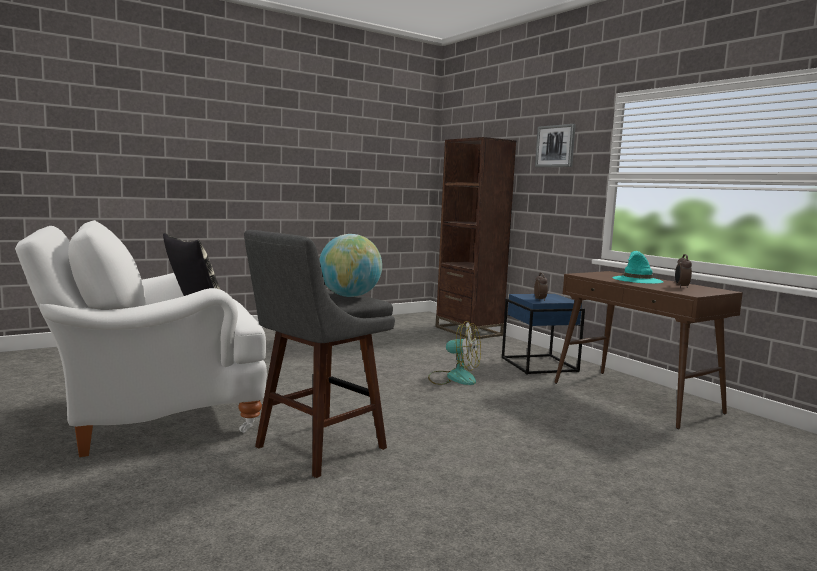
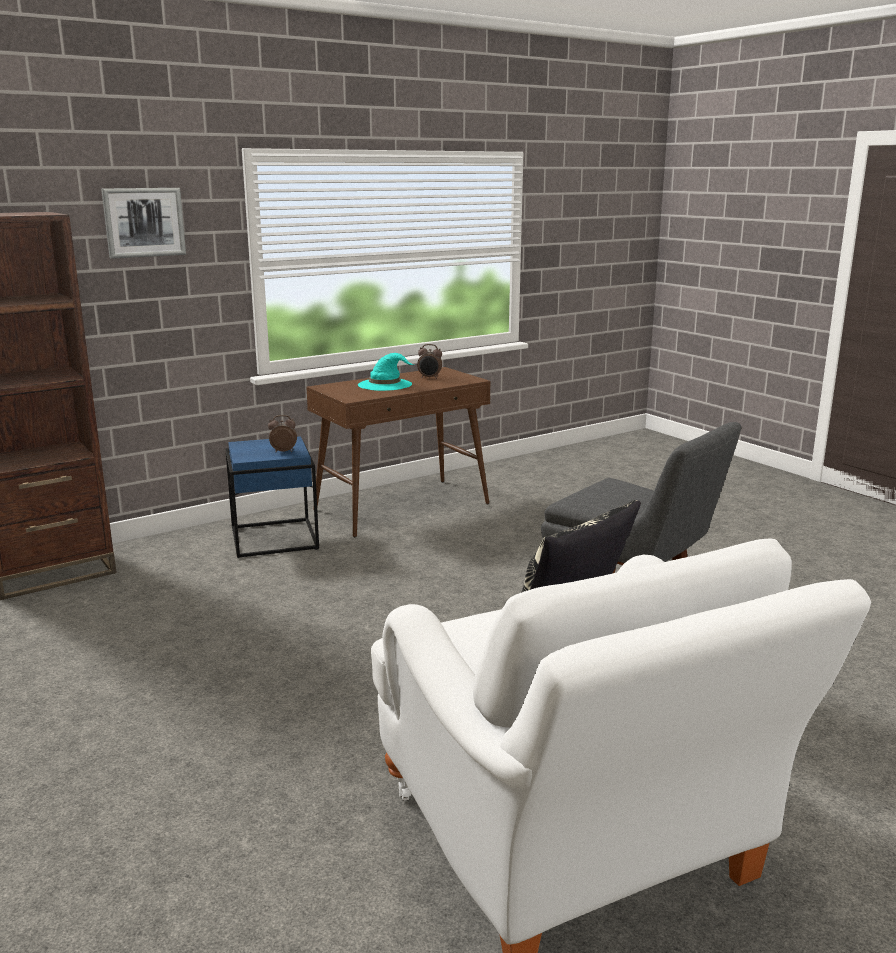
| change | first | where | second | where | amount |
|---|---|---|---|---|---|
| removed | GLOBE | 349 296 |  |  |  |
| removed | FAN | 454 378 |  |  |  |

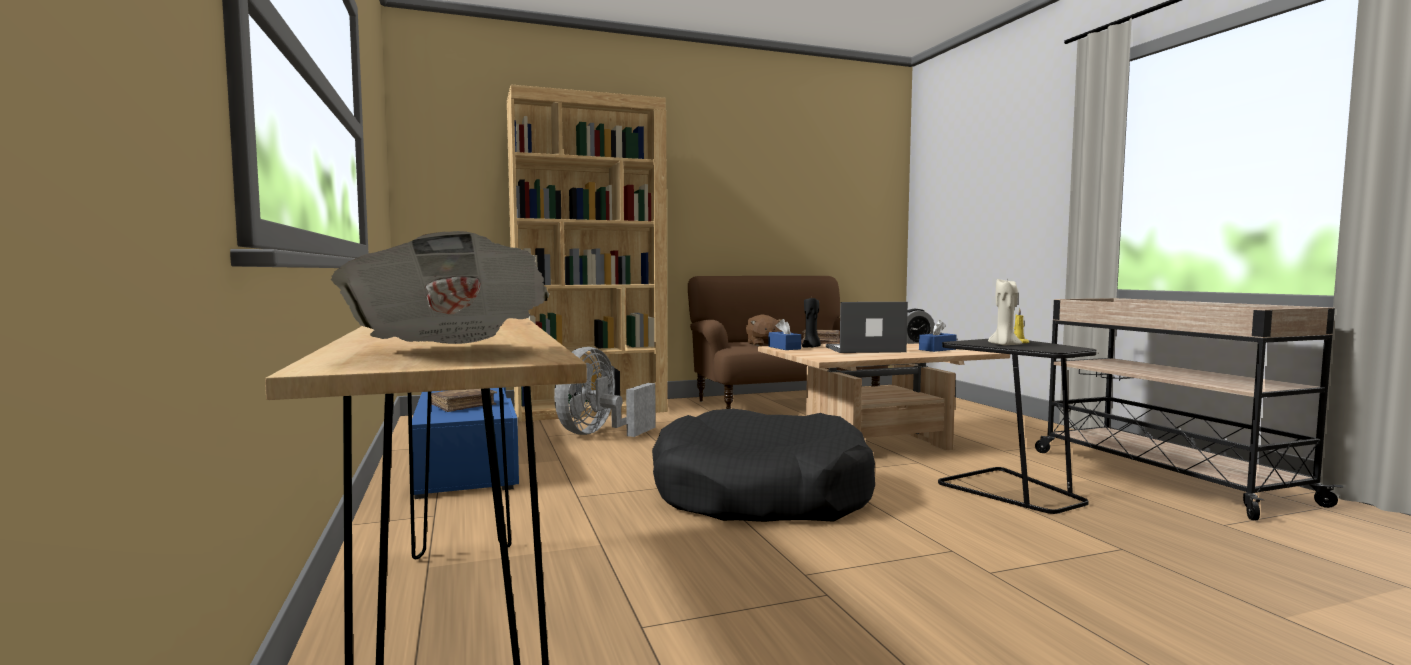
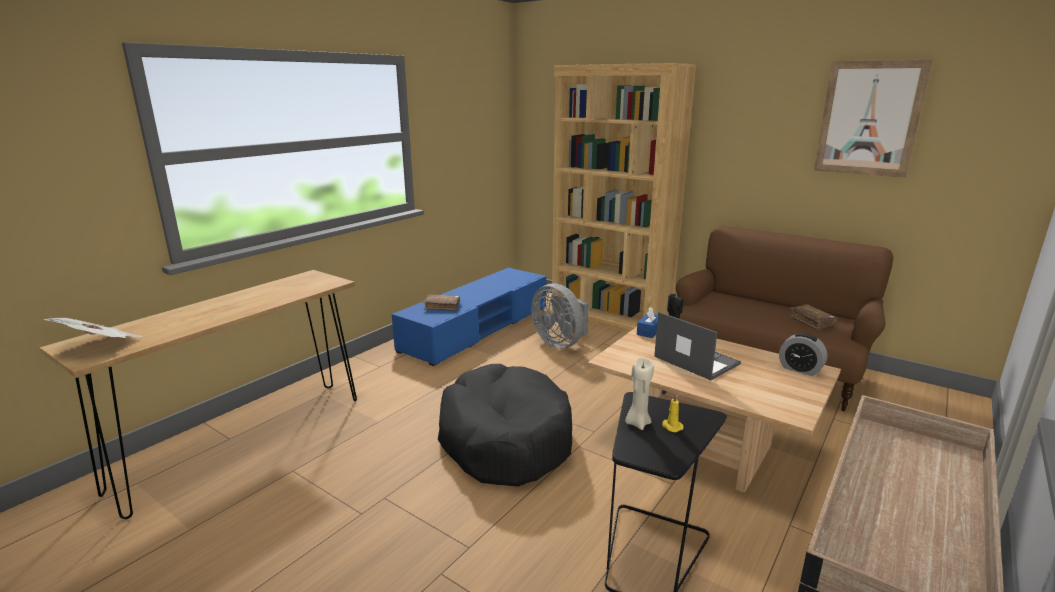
| change | first | where | second | where | amount |
|---|---|---|---|---|---|
| removed | BROWN PLUSH TOY | 763 344 |  |  |  |
| removed | BLUE TISSUE BOX | 937 349 |  |  |  |
| turned | GREY FAN | 598 434 |  | 560 343 | 120 degrees counterclockwise |
| added |  |  | PICTURE | 869 119 |  |

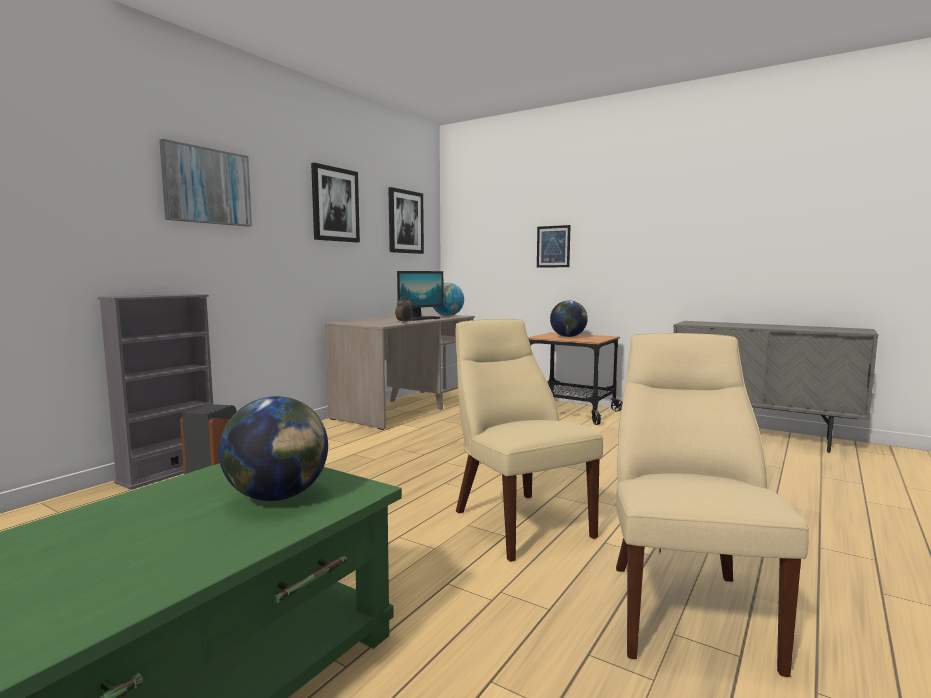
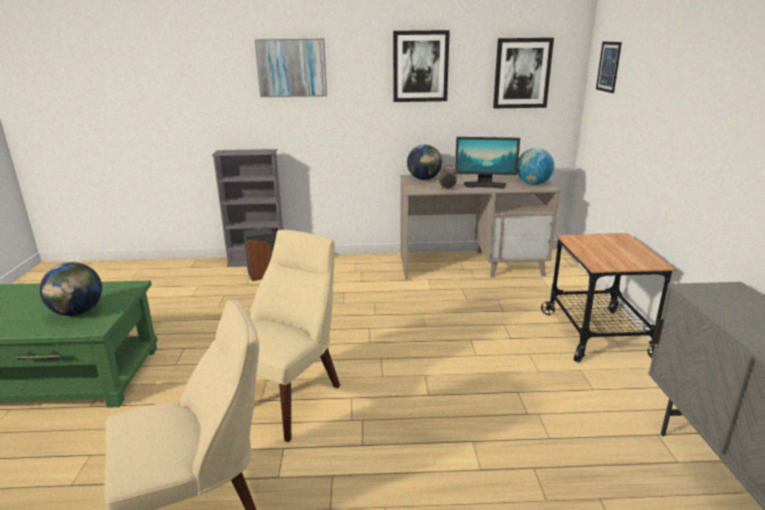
| change | first | where | second | where | amount |
|---|---|---|---|---|---|
| moved | PICTURE | 553 246 |  | 608 66 |  |
| moved | GLOBE | 568 337 |  | 424 179 |  |

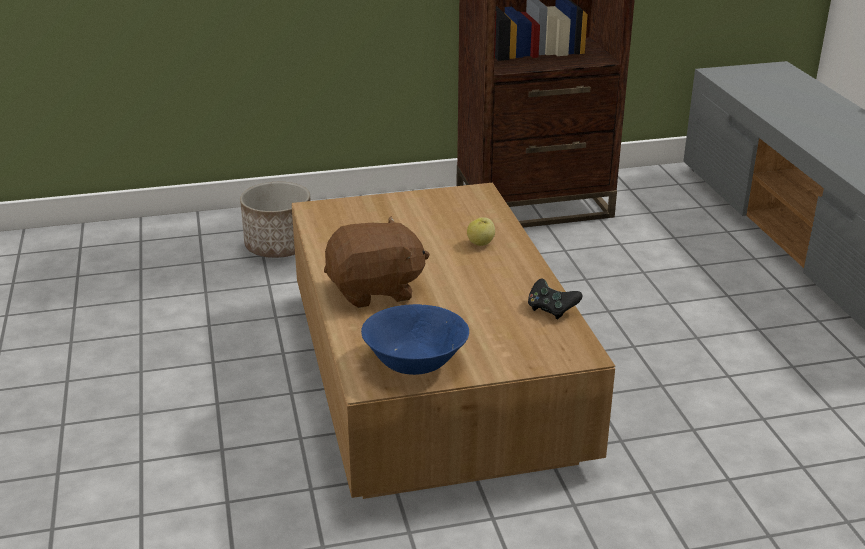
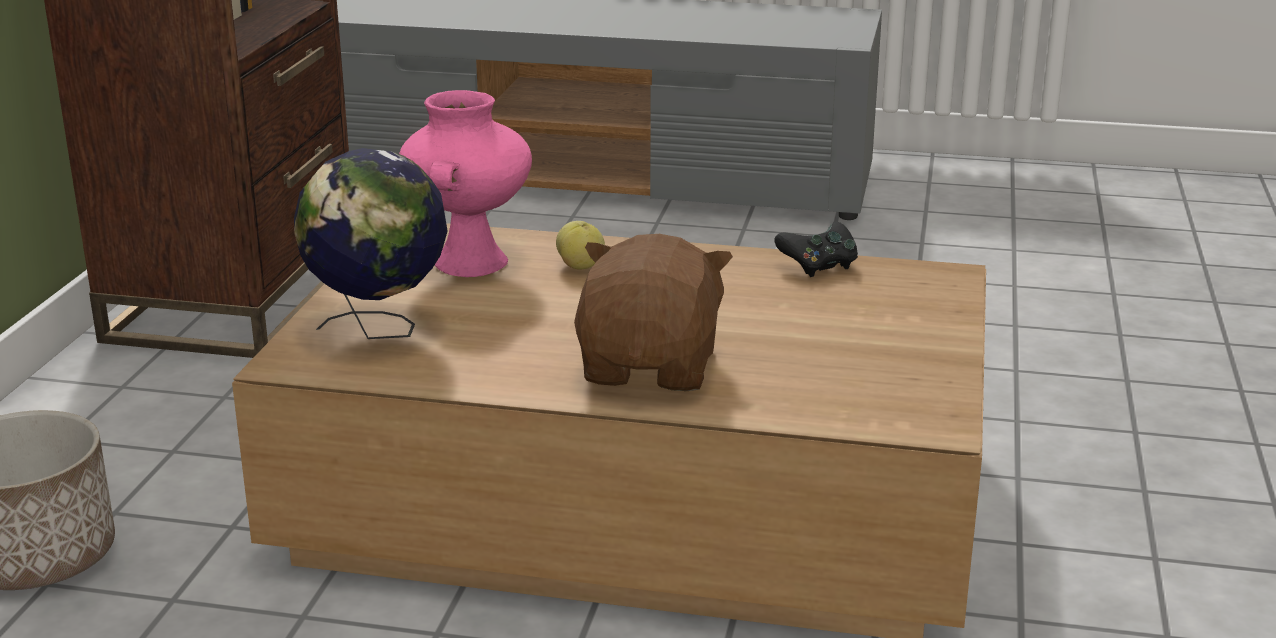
| change | first | where | second | where | amount |
|---|---|---|---|---|---|
| removed | BLUE BOWL | 415 362 |  |  |  |
| added |  |  | PINK VASE | 469 261 |  |
| added |  |  | GLOBE | 379 330 |  |

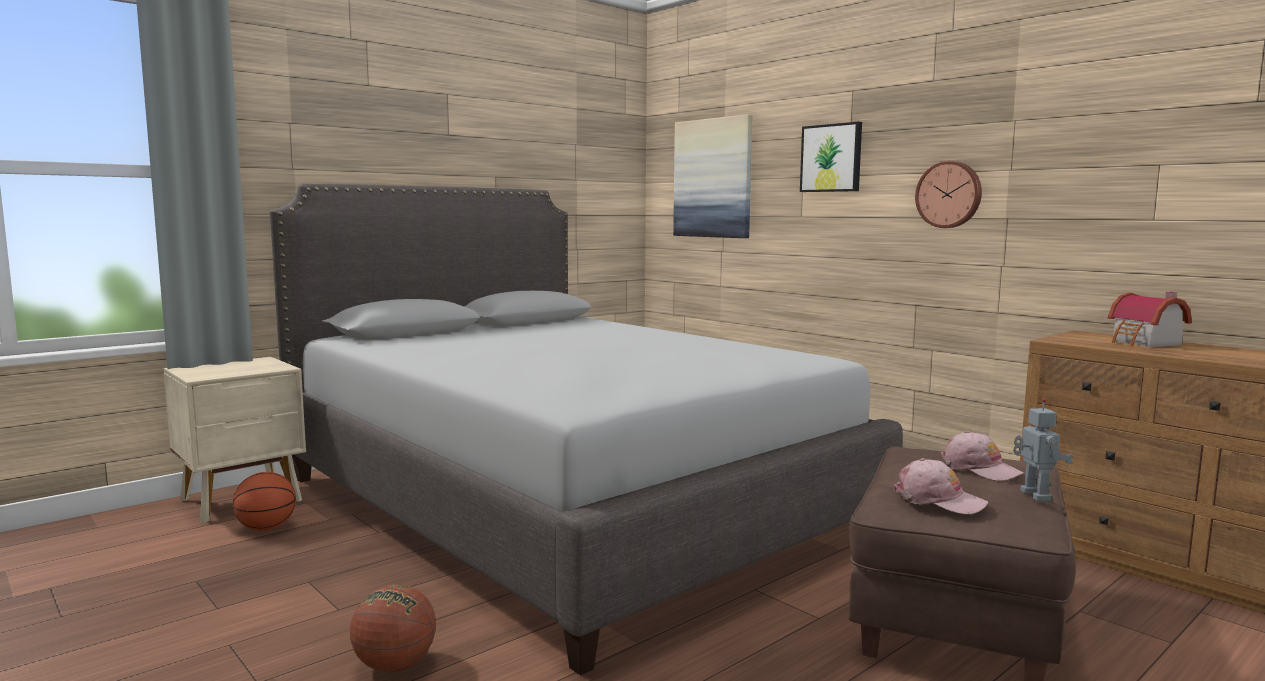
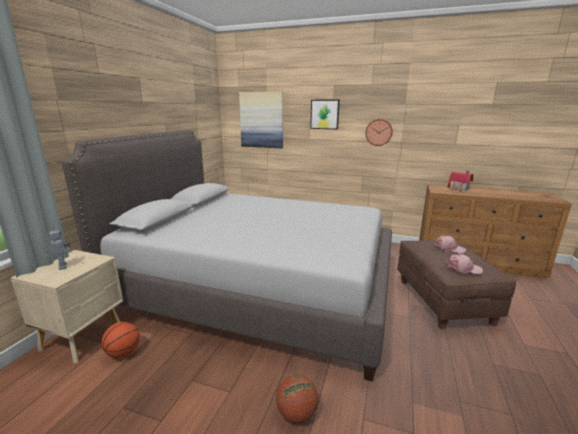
| change | first | where | second | where | amount |
|---|---|---|---|---|---|
| moved | TOY ROBOT | 1033 495 |  | 62 266 |  |

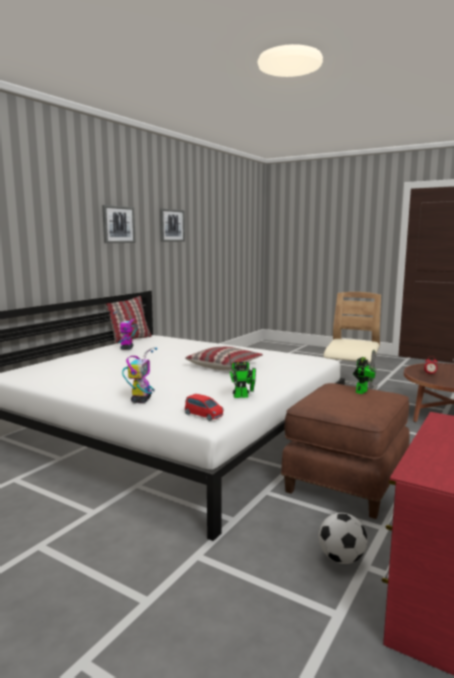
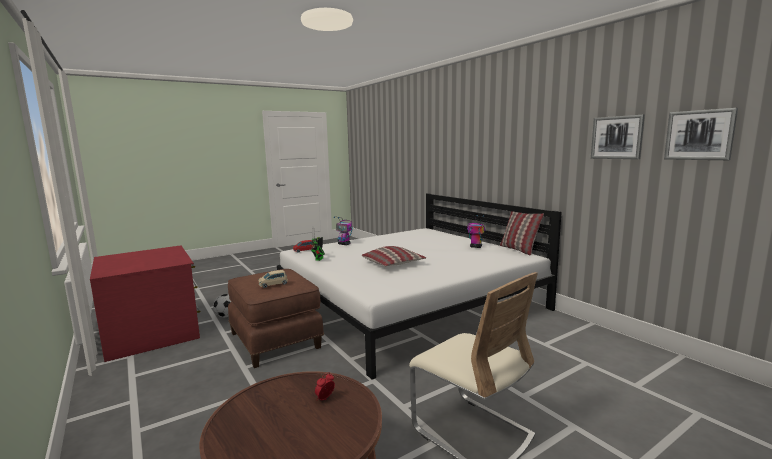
| change | first | where | second | where | amount |
|---|---|---|---|---|---|
| moved | PICTURE | 118 224 |  | 699 135 |  |
| replaced | TOY ROBOT | 362 391 | BEIGE TOY CAR | 273 284 |  |

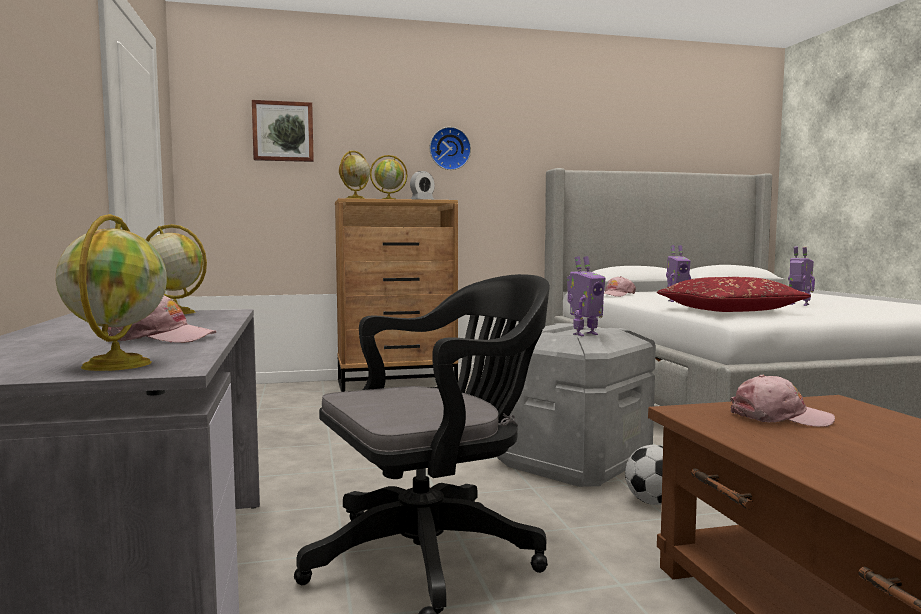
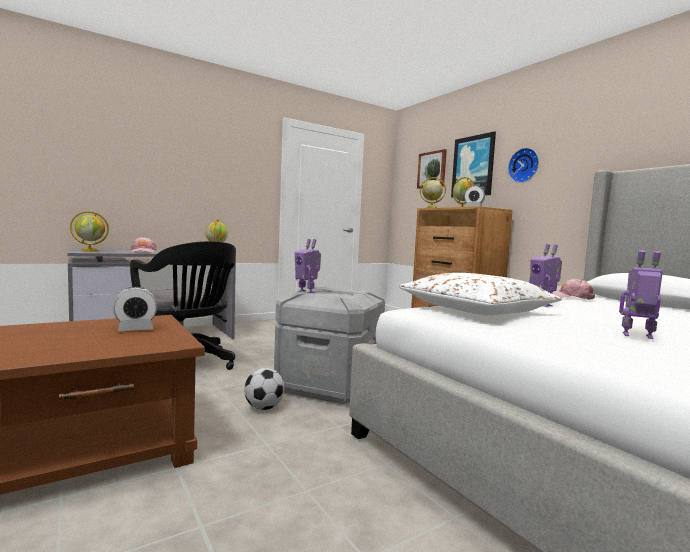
| change | first | where | second | where | amount |
|---|---|---|---|---|---|
| turned | TOY ROBOT | 798 304 |  | 638 336 | 90 degrees counterclockwise |
| recoloured | RED PILLOW | 728 310 | WHITE PILLOW | 476 310 |  |
| replaced | PINK CAP | 779 417 | ALARM CLOCK | 135 329 |  |
| added |  |  | PICTURE | 473 166 |  |

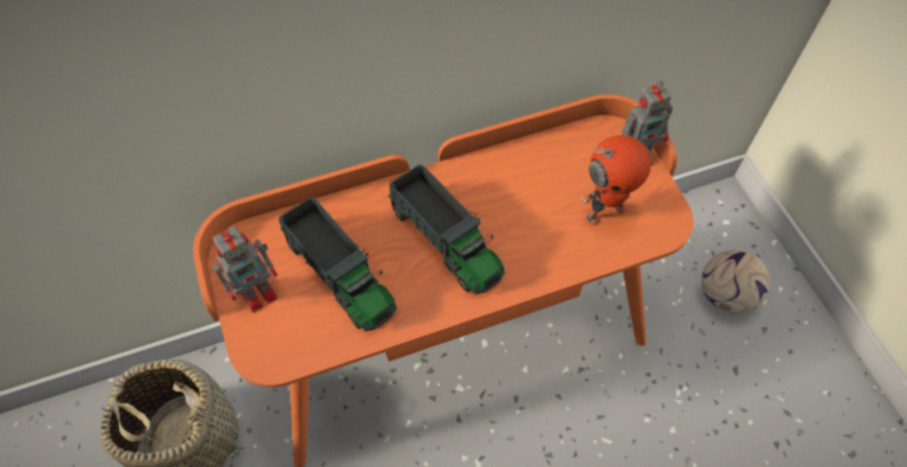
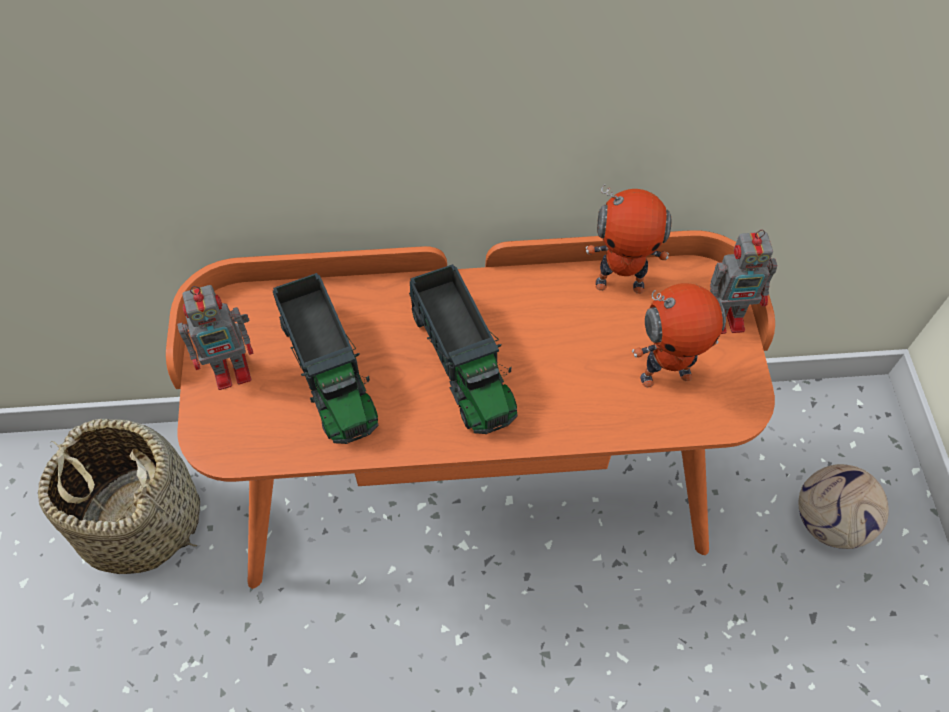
| change | first | where | second | where | amount |
|---|---|---|---|---|---|
| added |  |  | TOY ROBOT | 620 283 |  |

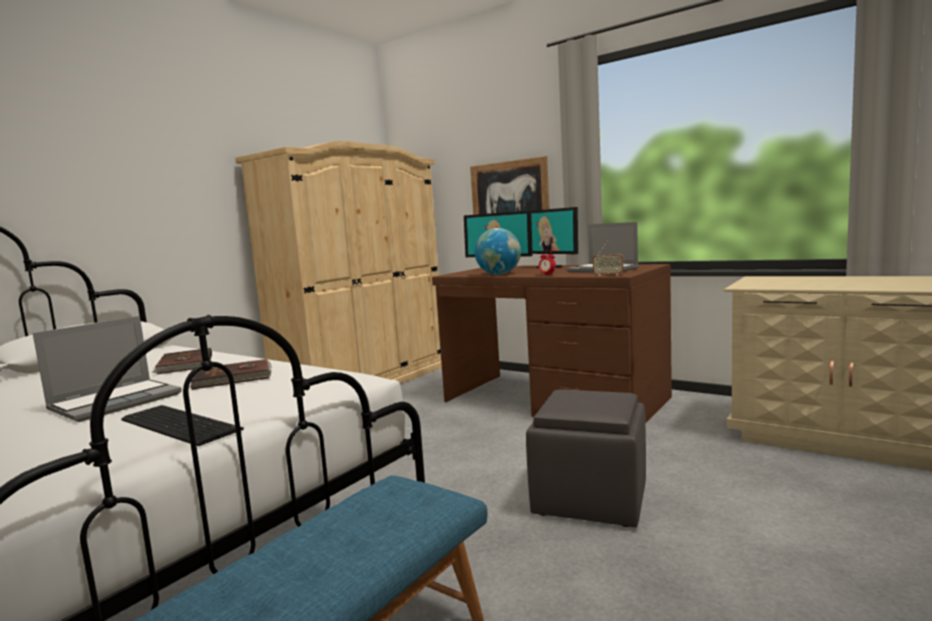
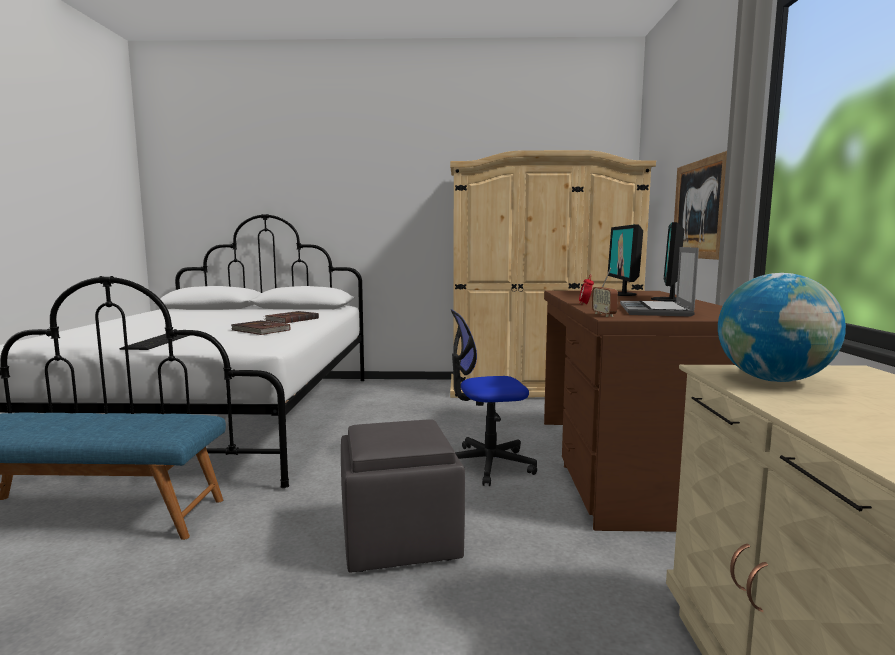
| change | first | where | second | where | amount |
|---|---|---|---|---|---|
| moved | GLOBE | 499 274 |  | 773 380 |  |
| removed | LAPTOP | 117 401 |  |  |  |
| added |  |  | OFFICE CHAIR | 487 464 |  |

